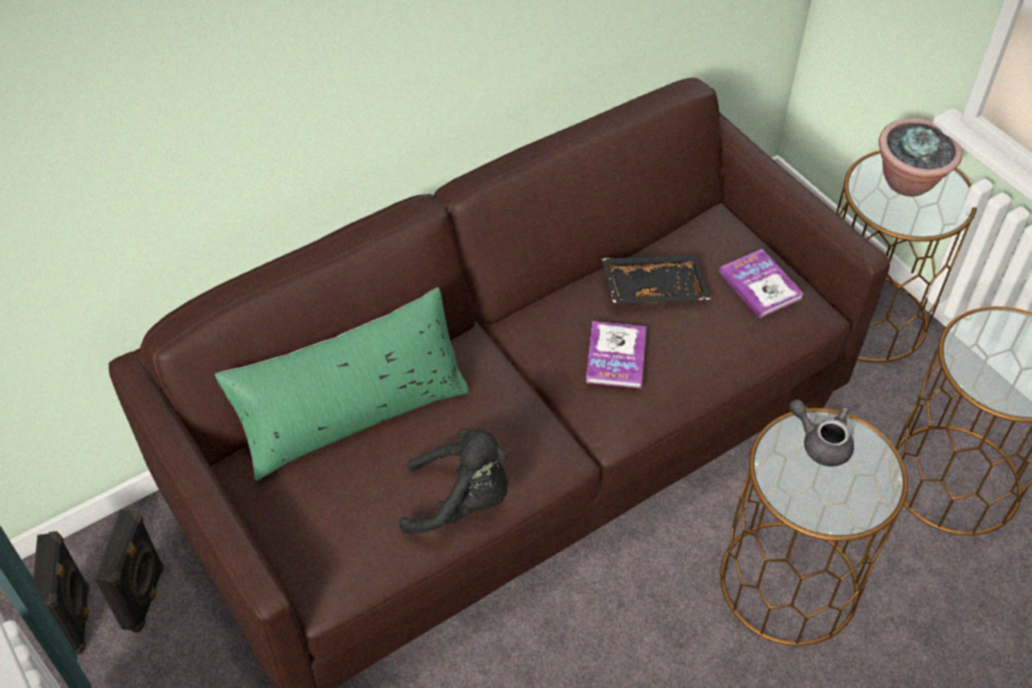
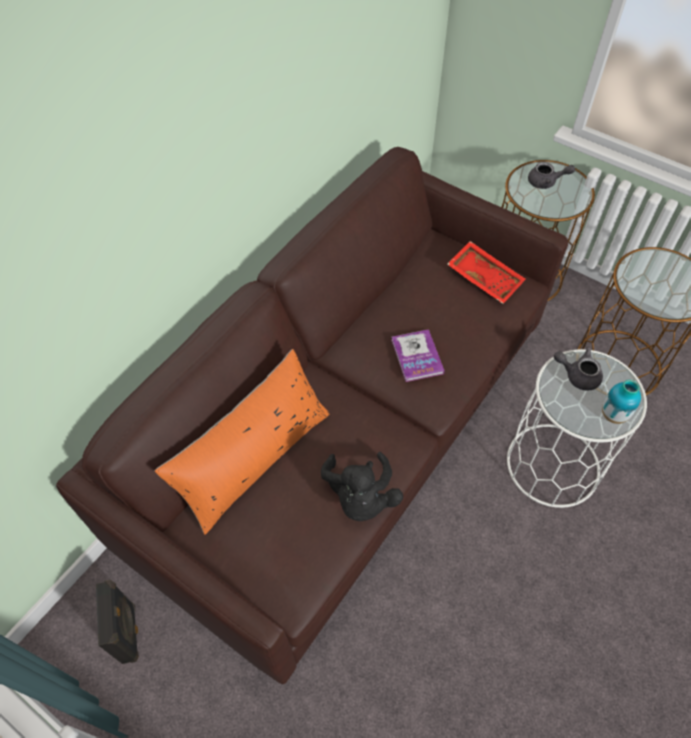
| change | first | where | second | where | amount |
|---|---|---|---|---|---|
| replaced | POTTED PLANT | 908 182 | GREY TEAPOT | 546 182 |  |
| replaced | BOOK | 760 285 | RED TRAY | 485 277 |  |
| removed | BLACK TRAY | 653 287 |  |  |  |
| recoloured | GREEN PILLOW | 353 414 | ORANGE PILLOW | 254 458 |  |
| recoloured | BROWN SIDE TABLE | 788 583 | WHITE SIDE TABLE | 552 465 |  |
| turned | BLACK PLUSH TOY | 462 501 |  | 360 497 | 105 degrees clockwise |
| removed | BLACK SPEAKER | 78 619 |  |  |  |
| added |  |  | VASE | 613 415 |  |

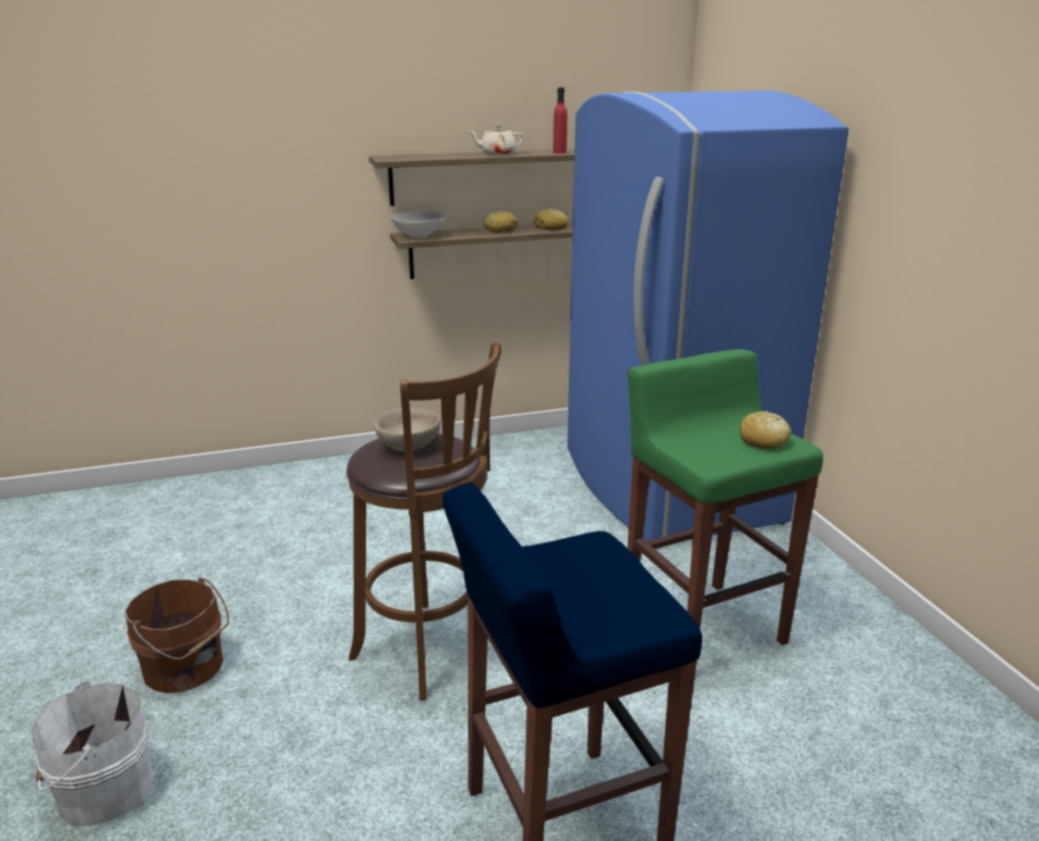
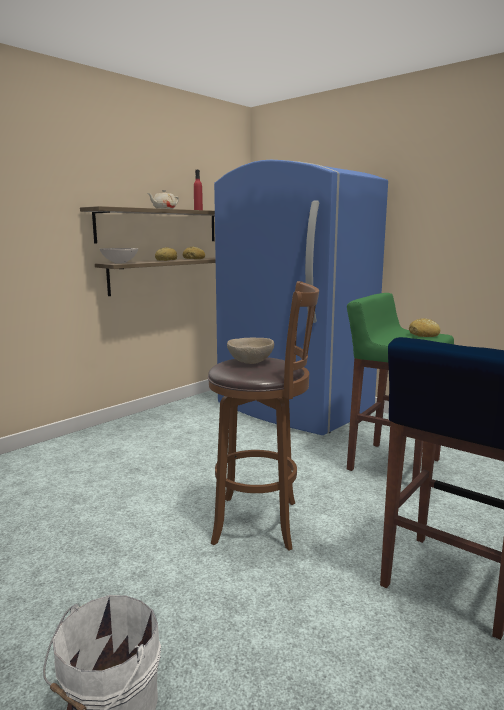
| change | first | where | second | where | amount |
|---|---|---|---|---|---|
| removed | BROWN BUCKET | 185 669 |  |  |  |

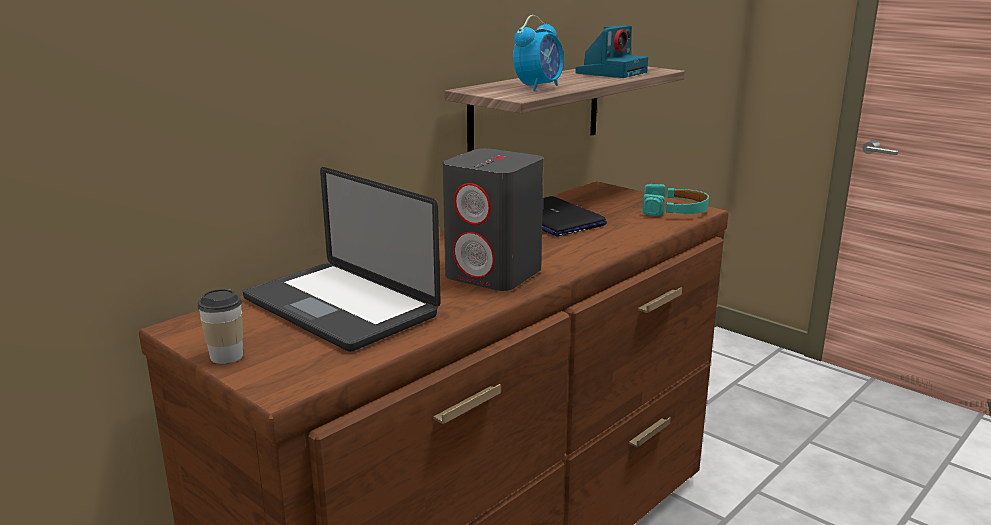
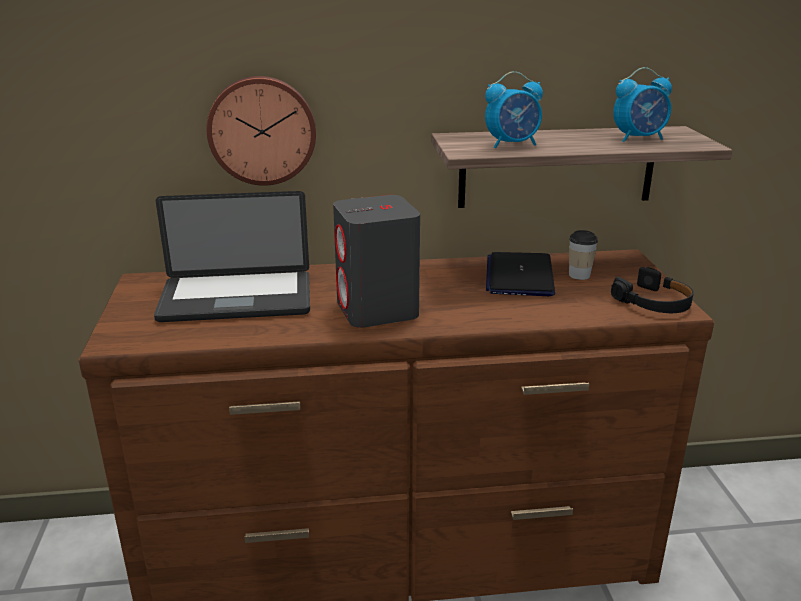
| change | first | where | second | where | amount |
|---|---|---|---|---|---|
| replaced | PHOTO CAMERA | 611 72 | ALARM CLOCK | 639 138 |  |
| turned | LAPTOP | 339 307 |  | 236 299 | 90 degrees counterclockwise |
| recoloured | TURQUOISE HEADPHONES | 674 210 | BLACK HEADPHONES | 654 302 |  |
| moved | CUP | 226 356 |  | 579 275 |  |
| added |  |  | WALL CLOCK | 262 130 |  |

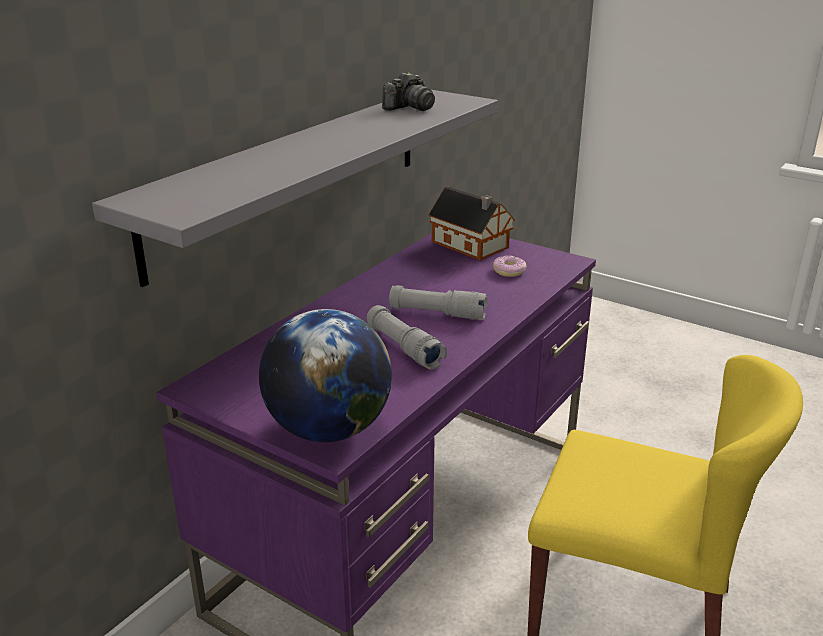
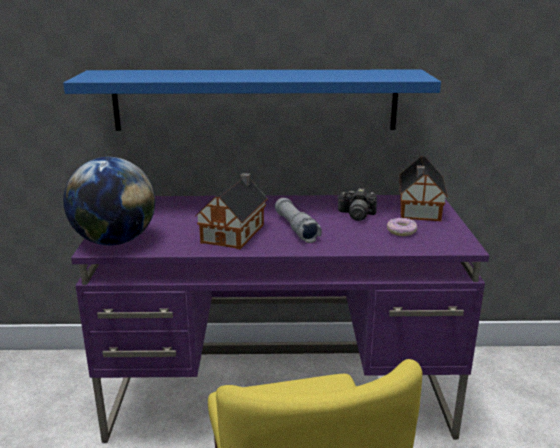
| change | first | where | second | where | amount |
|---|---|---|---|---|---|
| moved | PHOTO CAMERA | 409 108 |  | 356 215 |  |
| recoloured | GREY SHELF | 294 175 | BLUE SHELF | 255 100 |  |
| replaced | GREY FLASHLIGHT | 404 348 | TOY HOUSE | 235 232 |  |

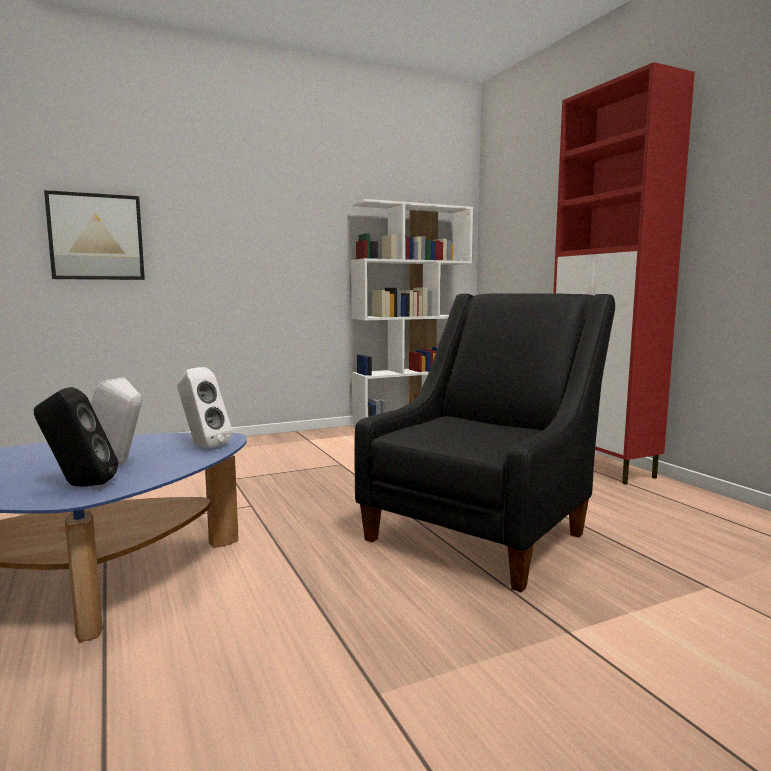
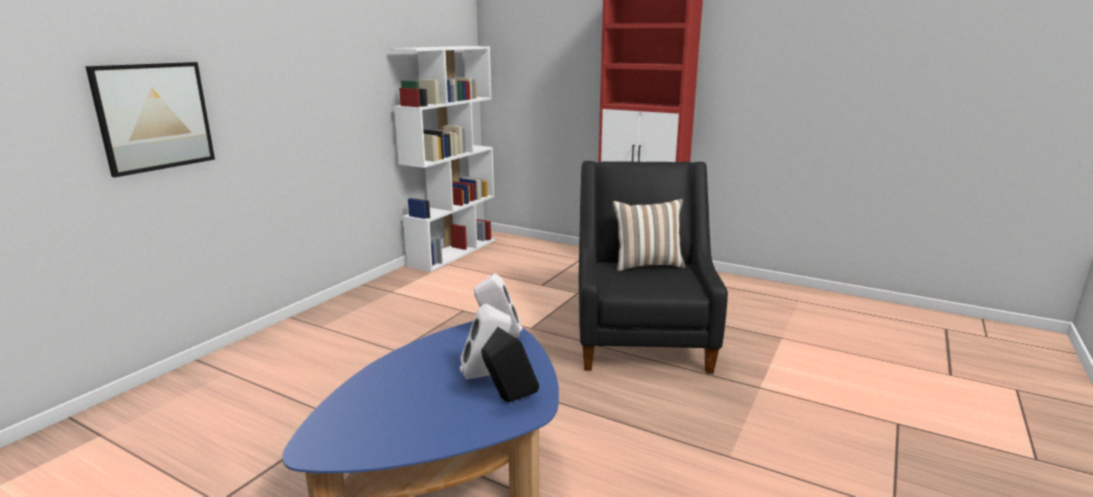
| change | first | where | second | where | amount |
|---|---|---|---|---|---|
| added |  |  | PILLOW | 647 264 |  |

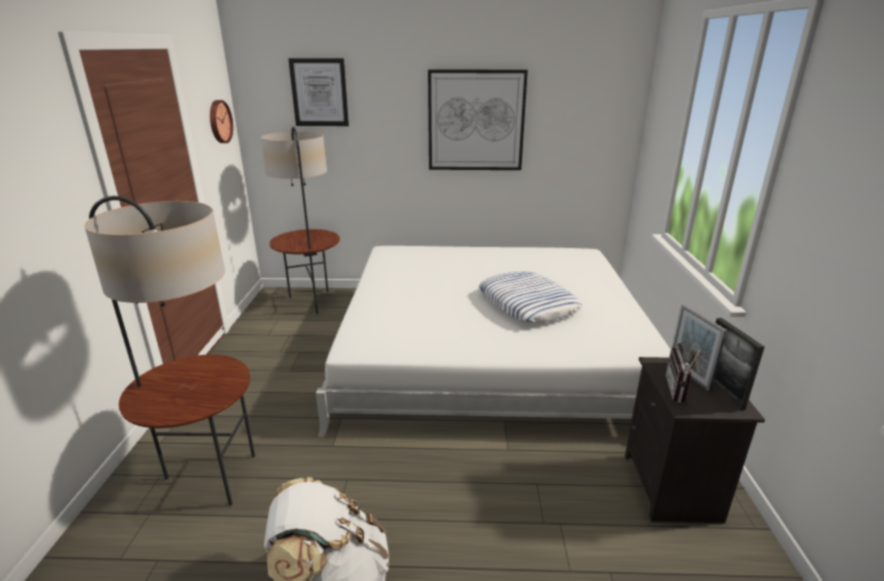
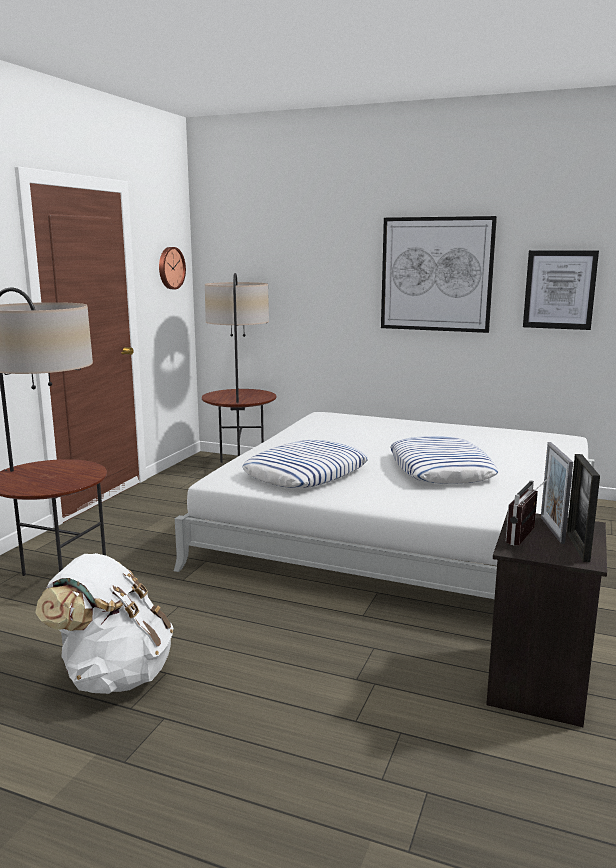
| change | first | where | second | where | amount |
|---|---|---|---|---|---|
| moved | PICTURE | 319 92 |  | 559 289 |  |
| added |  |  | PILLOW | 306 473 |  |

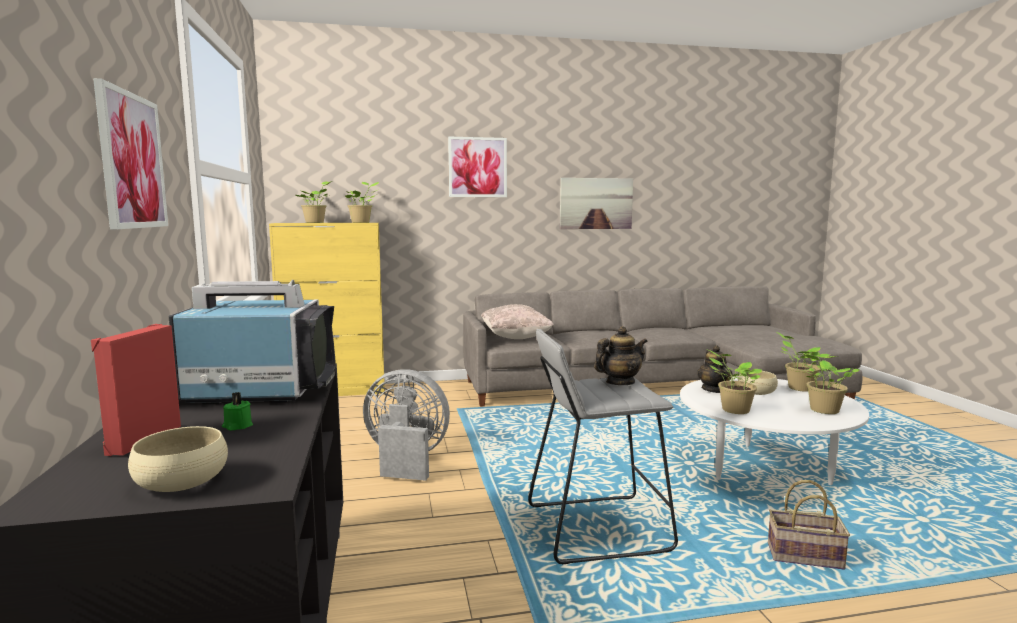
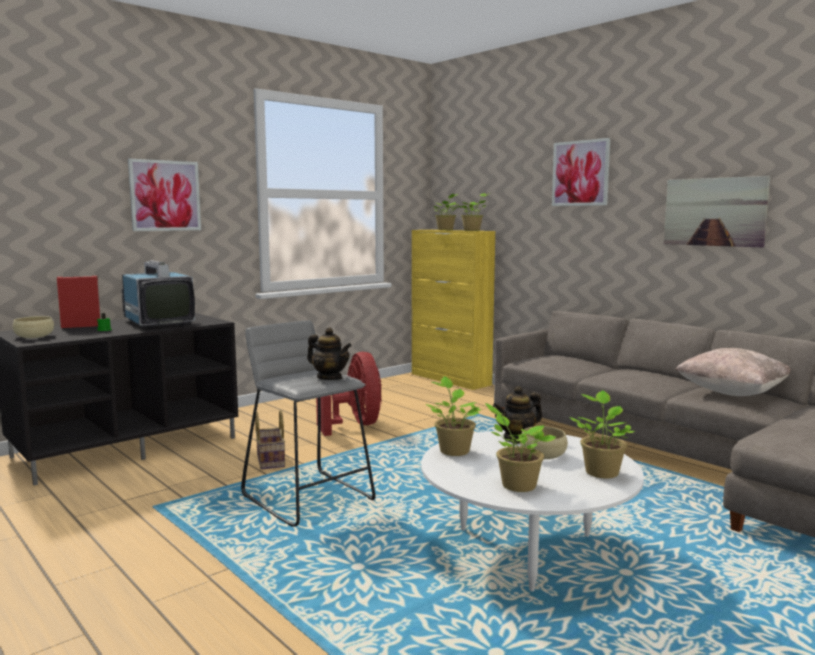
| change | first | where | second | where | amount |
|---|---|---|---|---|---|
| moved | BEIGE PILLOW | 515 338 |  | 732 393 |  |
| recoloured | GREY FAN | 406 460 | RED FAN | 355 425 |  |
| moved | BASKET | 803 557 |  | 269 460 |  |

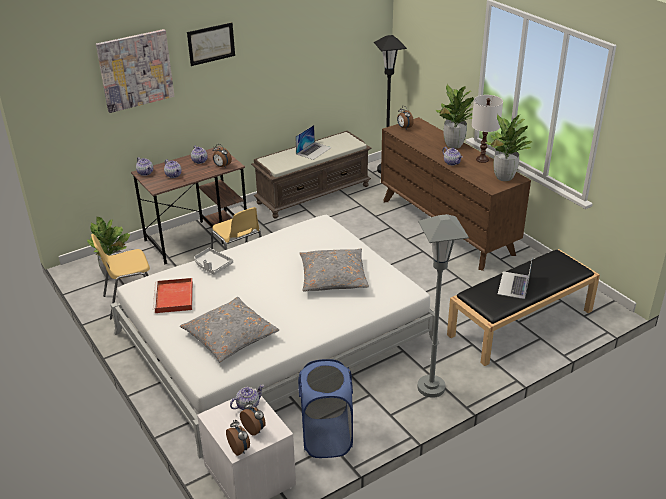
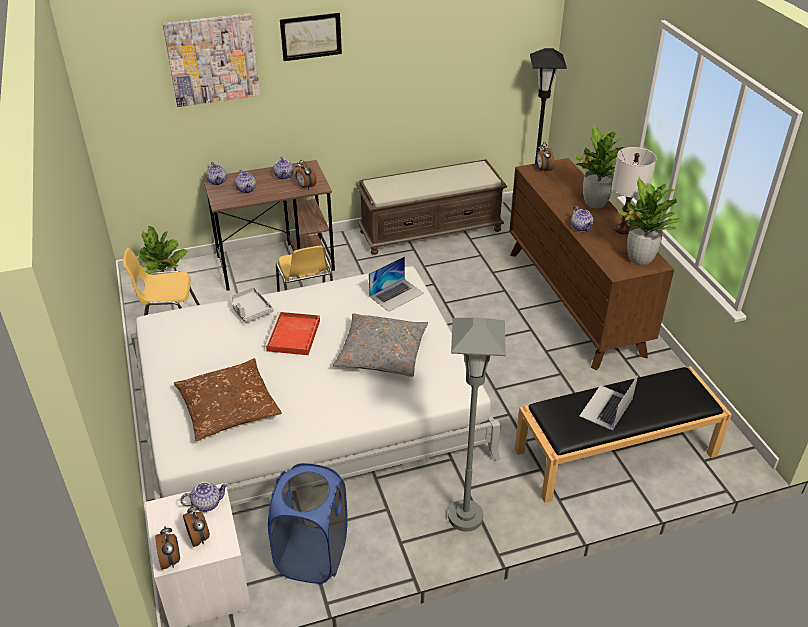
| change | first | where | second | where | amount |
|---|---|---|---|---|---|
| moved | LAPTOP | 313 150 |  | 396 295 |  |
| moved | RED TRAY | 174 298 |  | 293 336 |  |
| recoloured | GREY PILLOW | 230 336 | BROWN PILLOW | 228 407 |  |

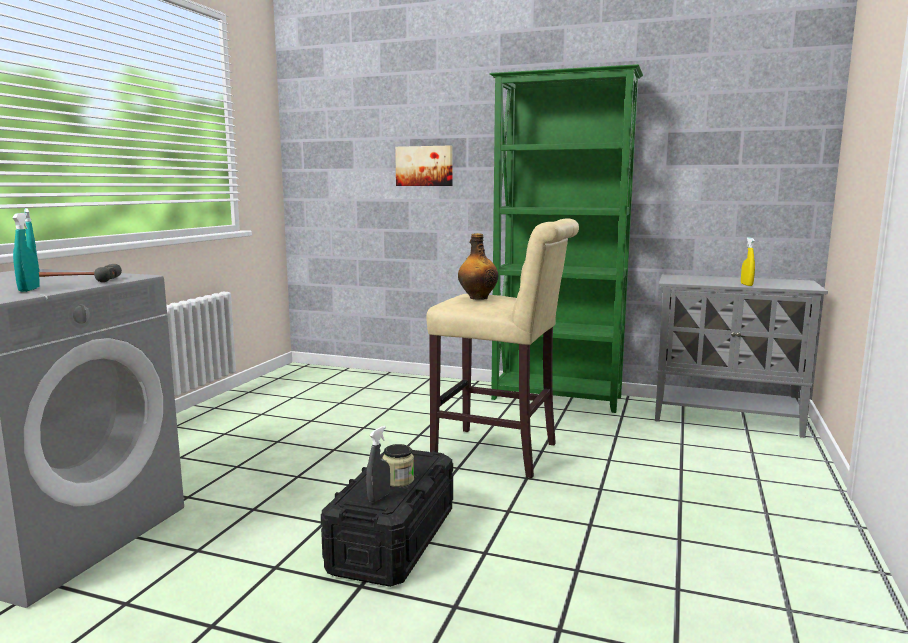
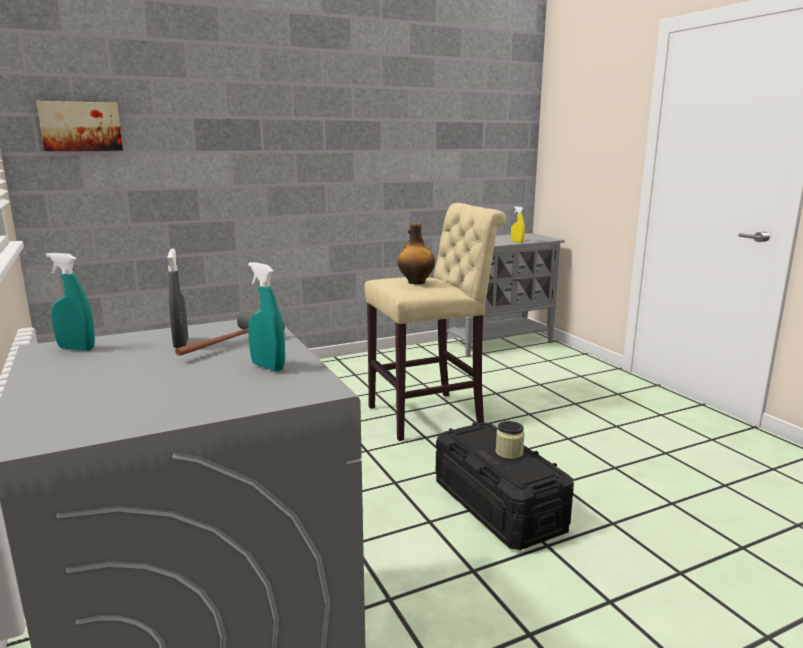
| change | first | where | second | where | amount |
|---|---|---|---|---|---|
| removed | GREEN BOOKCASE | 557 399 |  |  |  |
| moved | PICTURE | 424 166 |  | 81 126 |  |
| moved | GREY SPRAY BOTTLE | 378 497 |  | 181 343 |  |

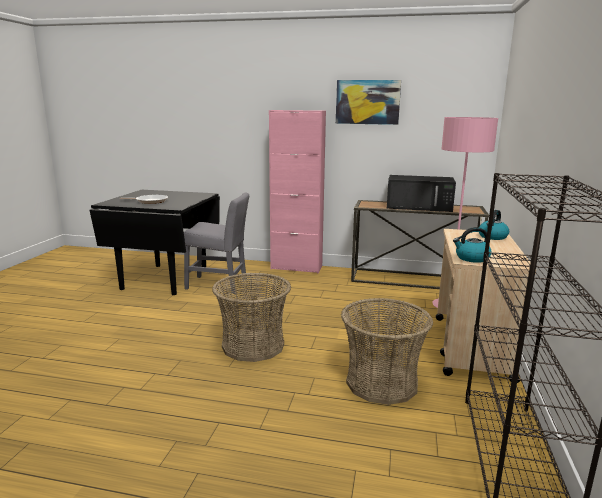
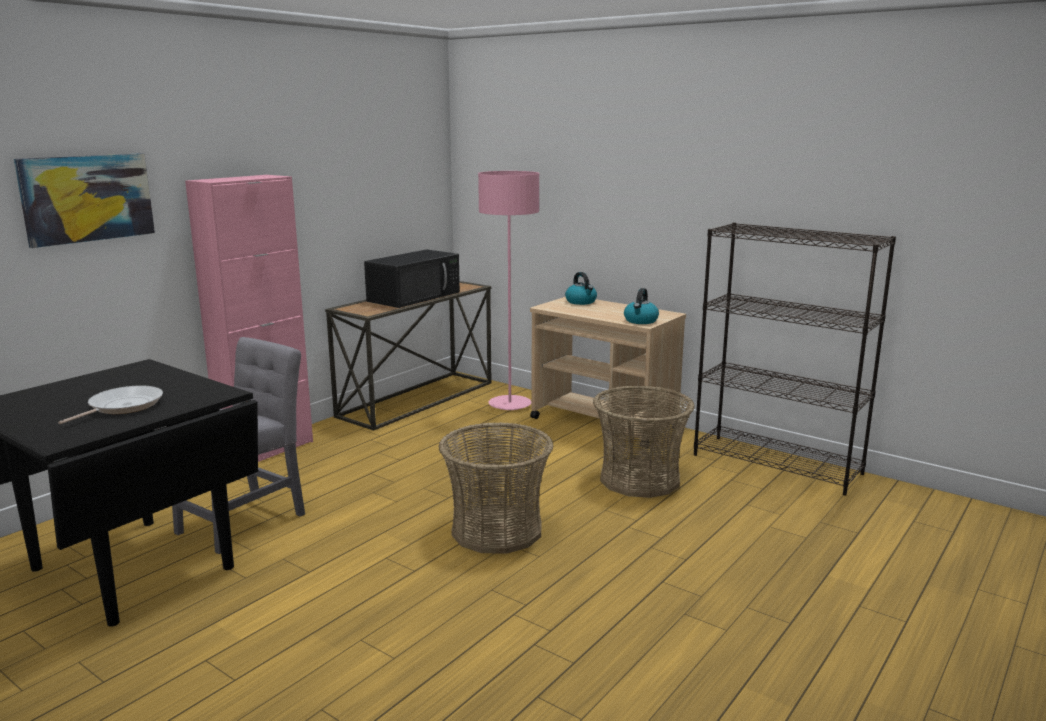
| change | first | where | second | where | amount |
|---|---|---|---|---|---|
| moved | PICTURE | 367 102 |  | 87 198 |  |

